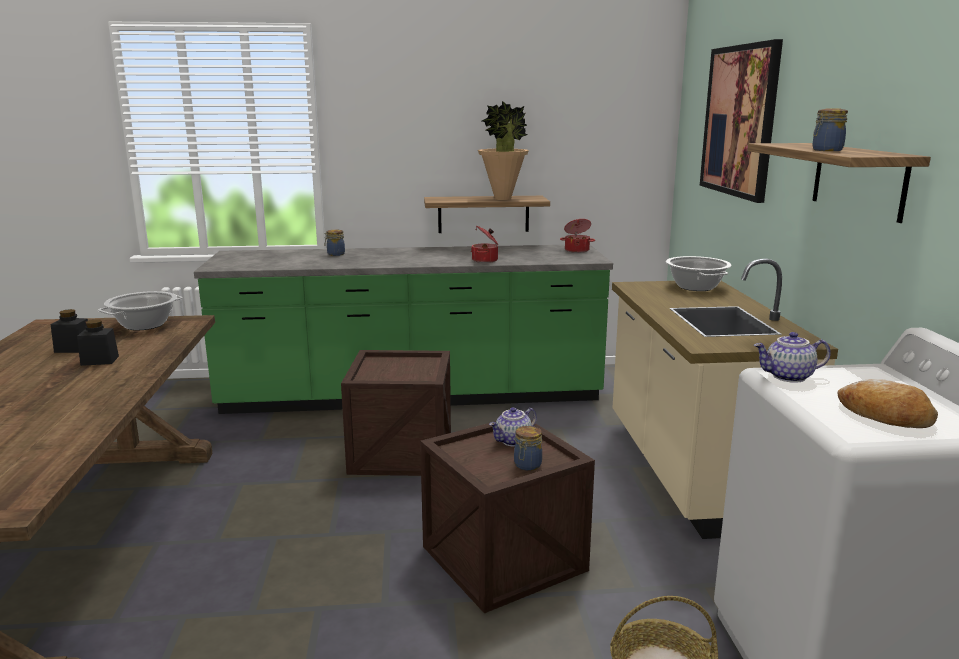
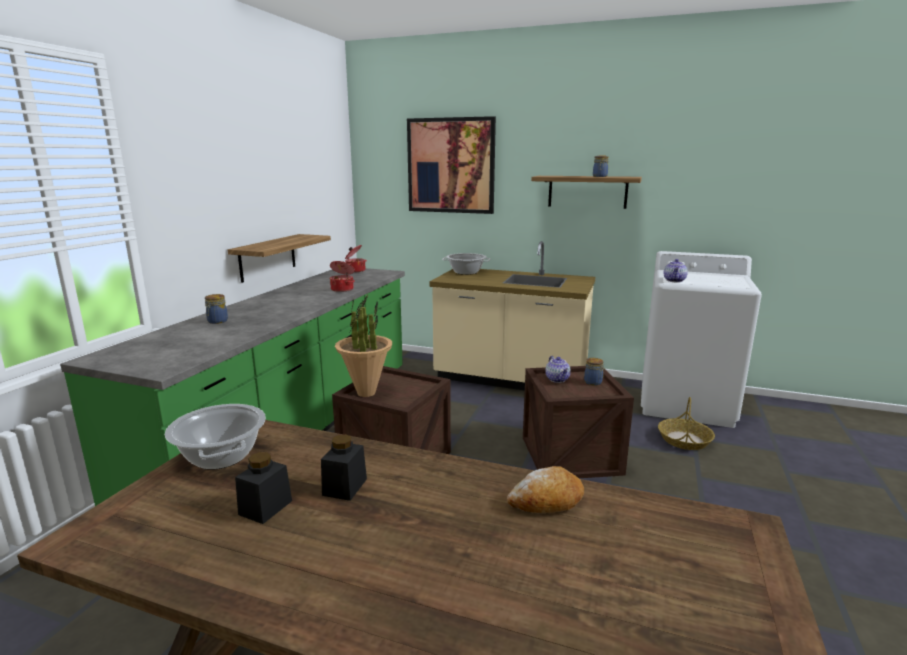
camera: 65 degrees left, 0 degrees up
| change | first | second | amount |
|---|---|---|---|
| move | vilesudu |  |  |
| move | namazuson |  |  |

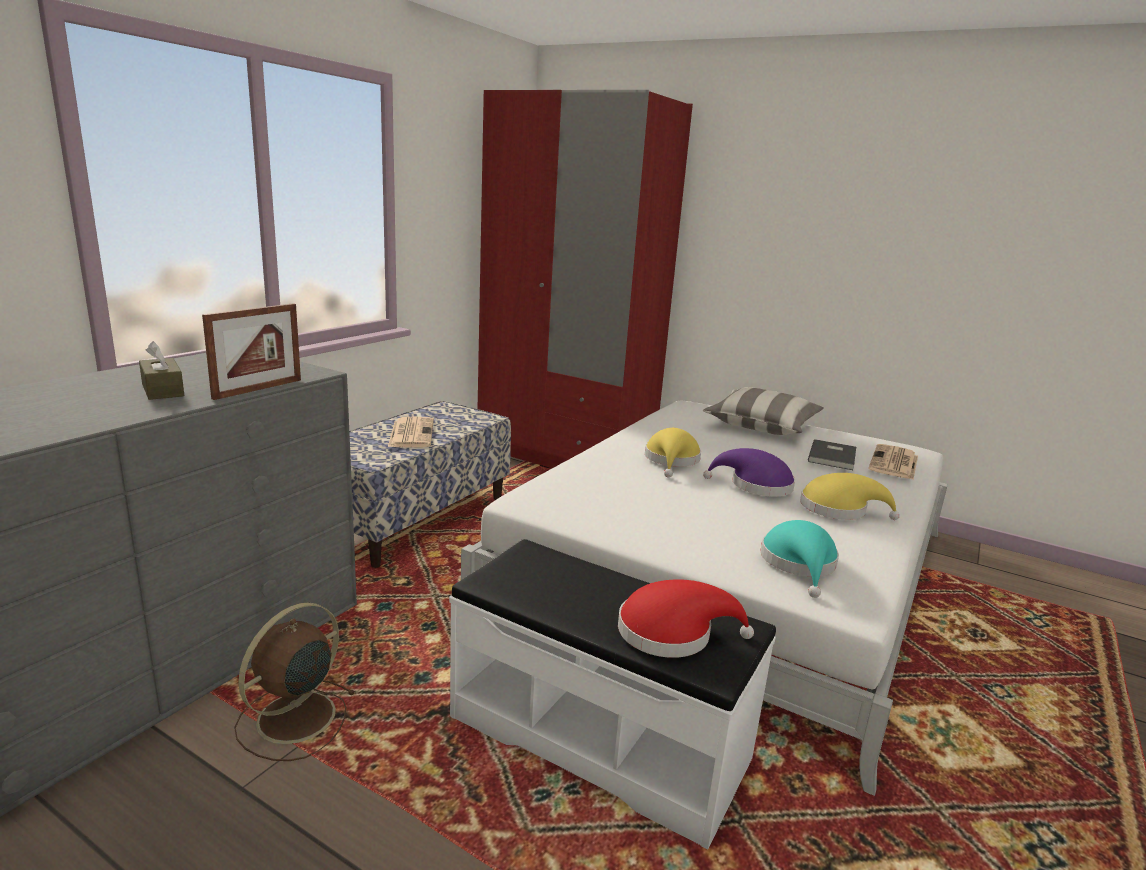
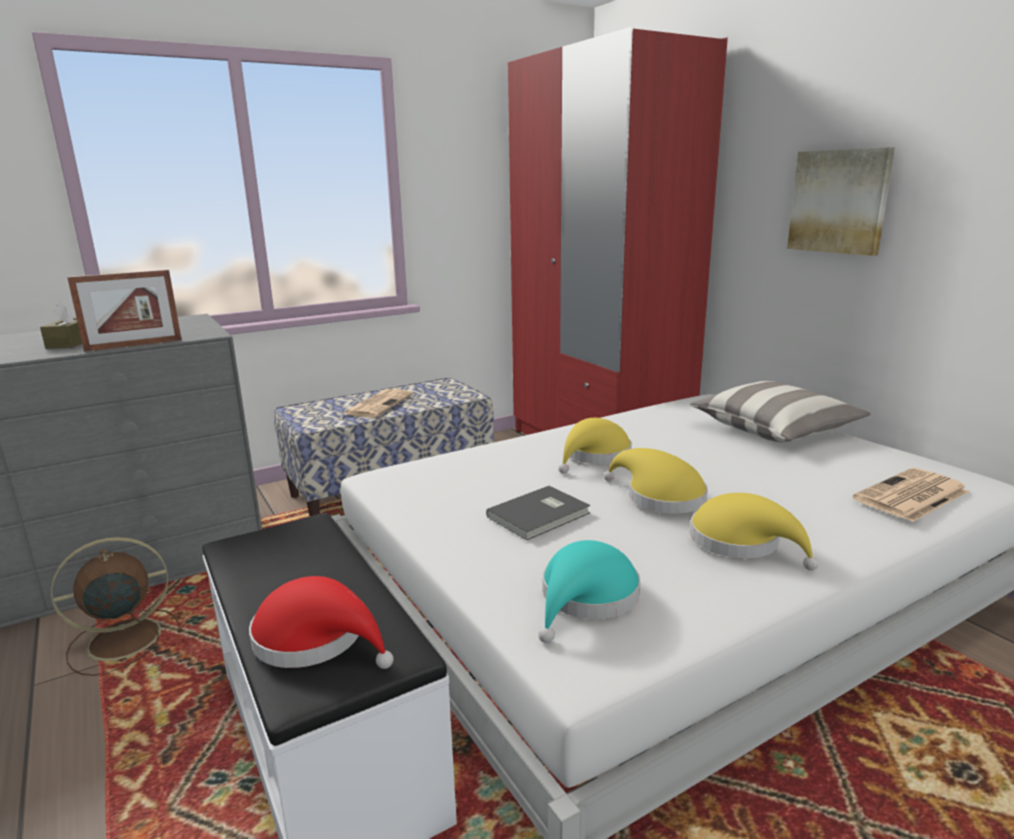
camera: 30 degrees right, 0 degrees up
| change | first | second | amount |
|---|---|---|---|
| move | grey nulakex |  |  |
| recolor | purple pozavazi | yellow pozavazi (2nd from left) |  |
| insert |  | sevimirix |  |

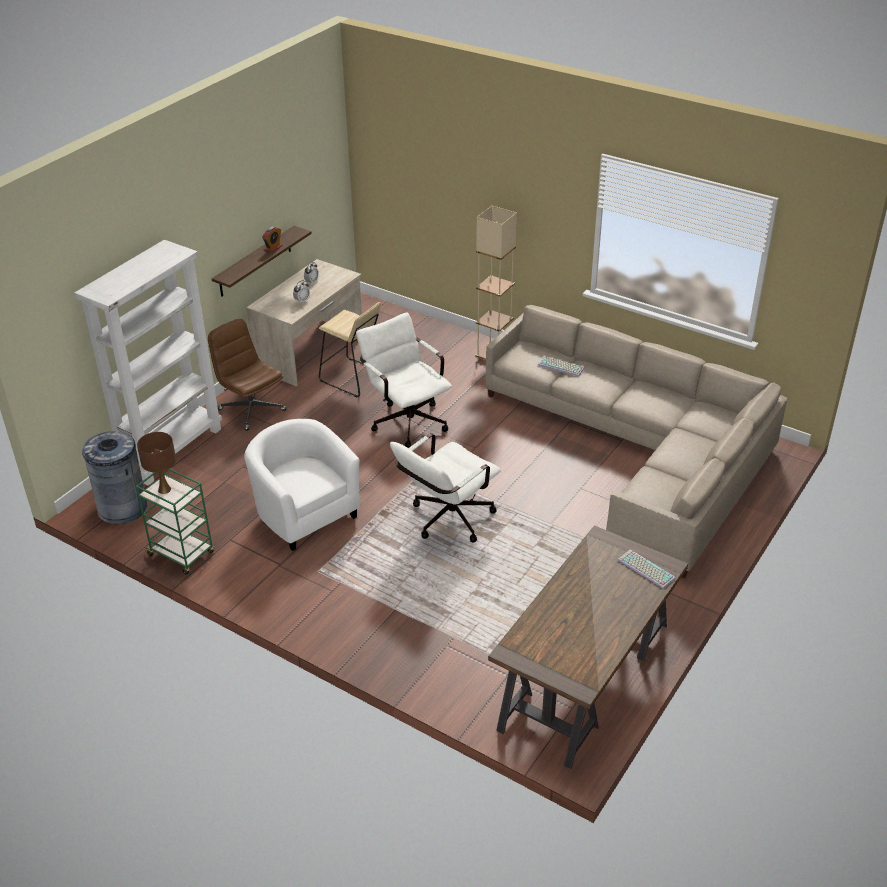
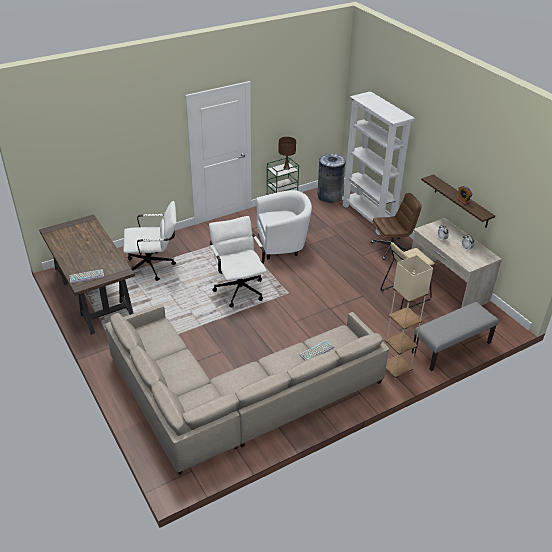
camera: 115 degrees right, 0 degrees up
| change | first | second | amount |
|---|---|---|---|
| move | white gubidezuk (1st from left) |  |  |
| insert |  | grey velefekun |  |

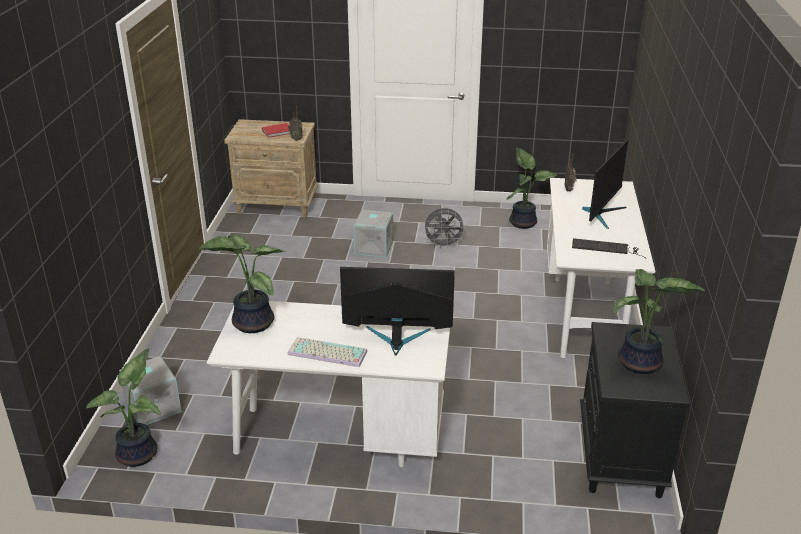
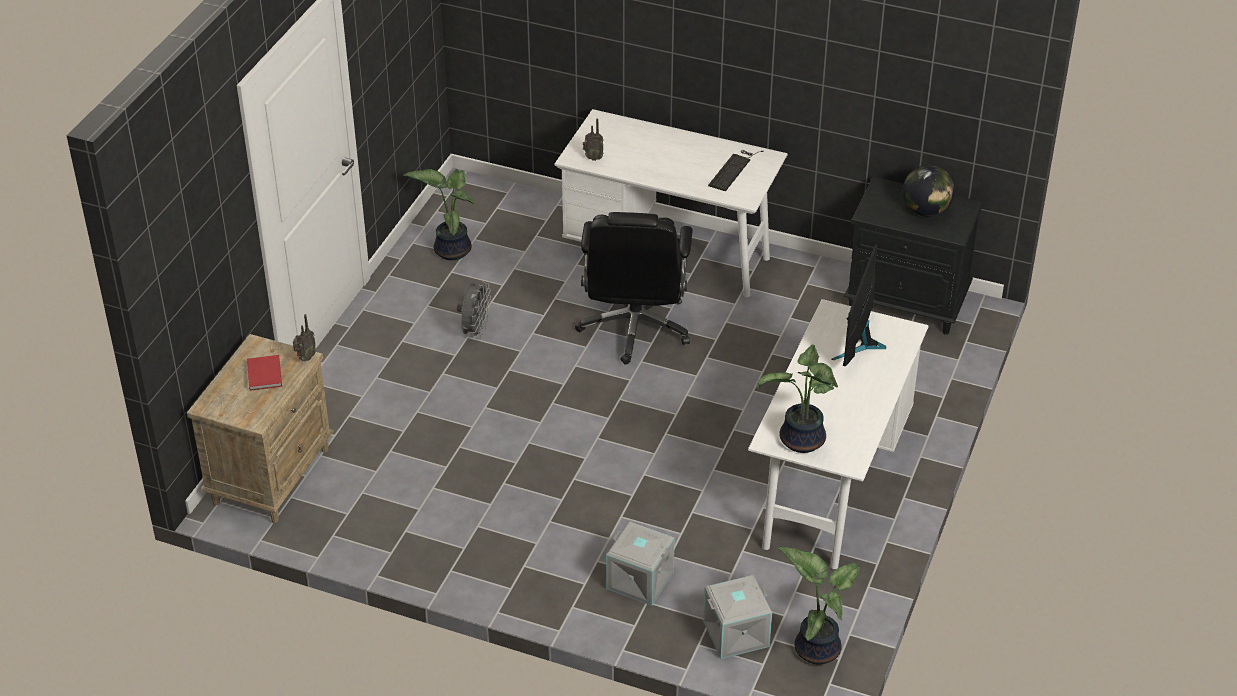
camera: 75 degrees left, 10 degrees up
| change | first | second | amount |
|---|---|---|---|
| delete | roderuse (2nd from left) |  |  |
| move | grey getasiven (2nd from left in the first image) | grey getasiven (1st from left) |  |
| replace | vilesudu (4th from left) | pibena |  |
| delete | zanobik (1st from left) |  |  |
| insert |  | black gubidezuk |  |

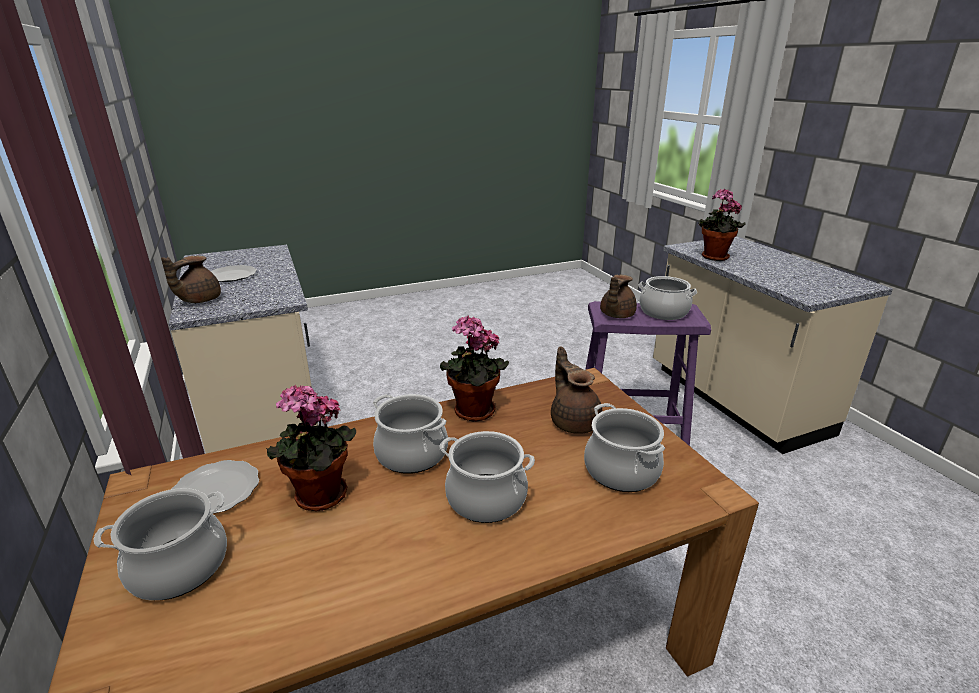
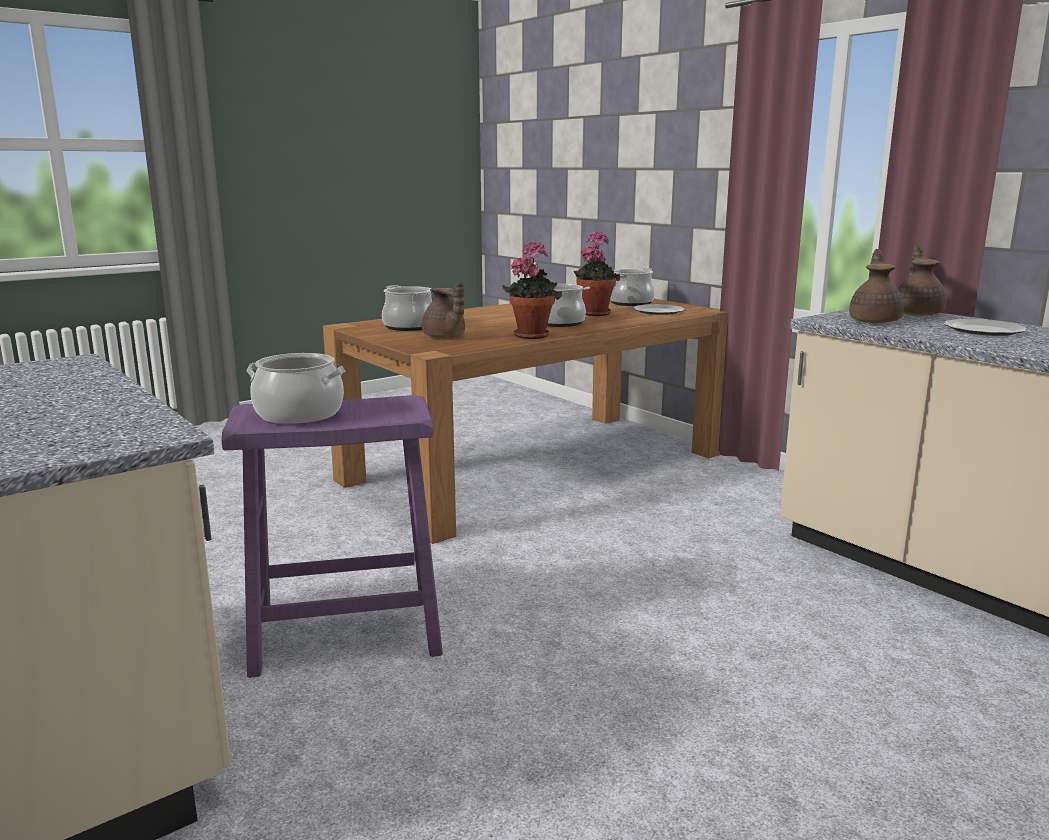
camera: 165 degrees right, 10 degrees down
| change | first | second | amount |
|---|---|---|---|
| delete | vilesudu (3rd from left) |  |  |
| move | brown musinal (3rd from left in the first image) | brown musinal (2nd from left) |  |
| delete | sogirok (3rd from left) |  |  |

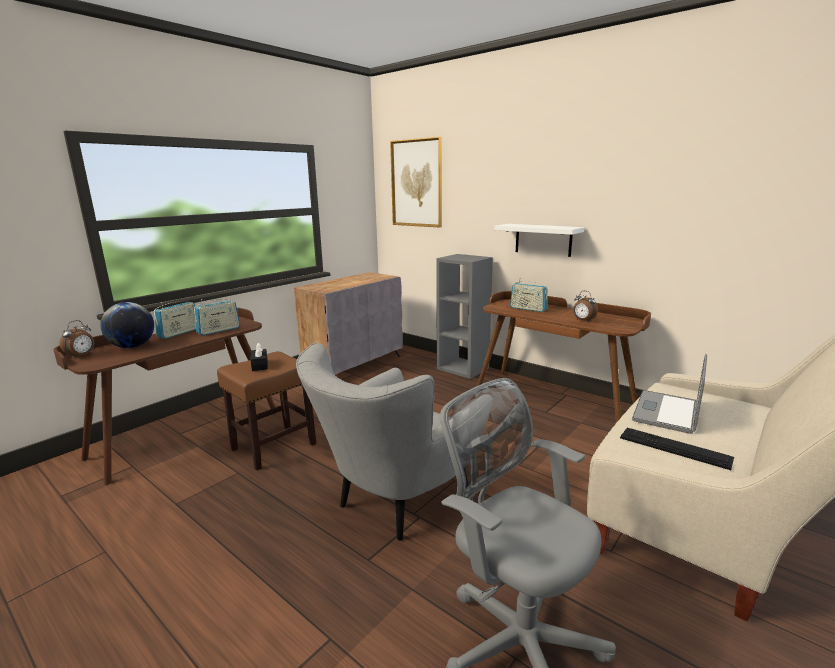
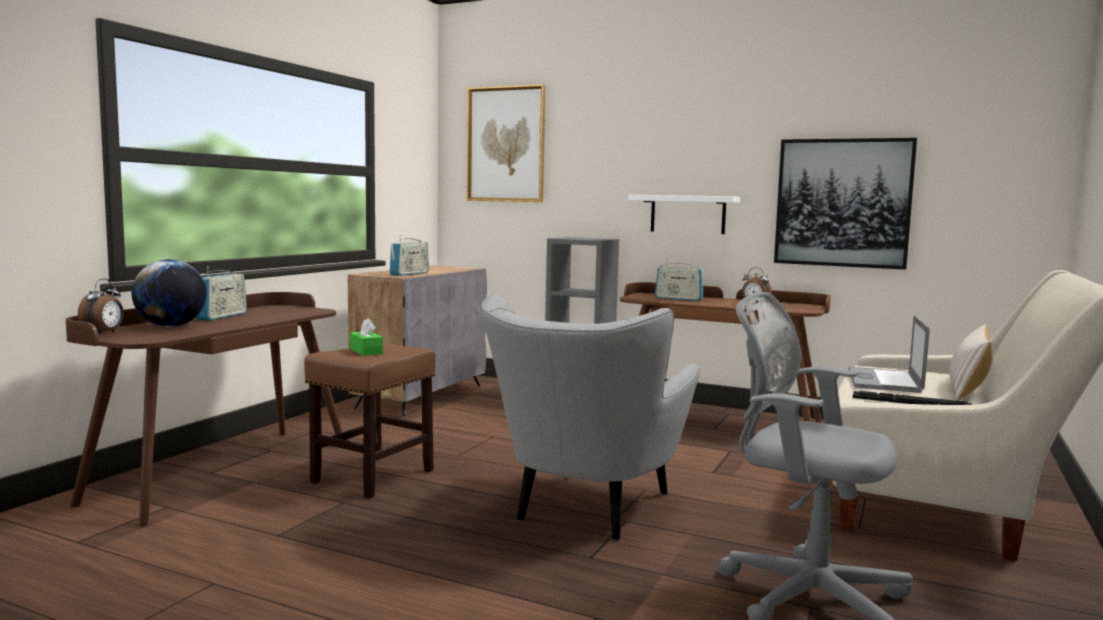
camera: 15 degrees left, 10 degrees down
| change | first | second | amount |
|---|---|---|---|
| move | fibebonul (2nd from left) |  |  |
| recolor | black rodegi | green rodegi |  |
| insert |  | sevimirix (2nd from left) |  |
| insert |  | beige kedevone |  |

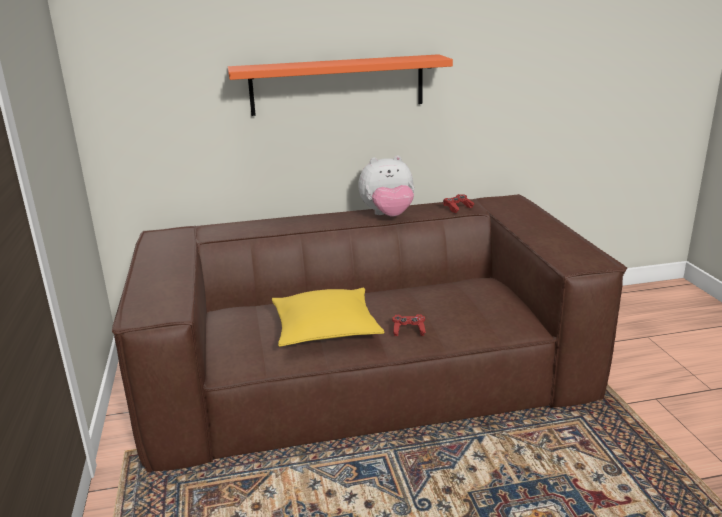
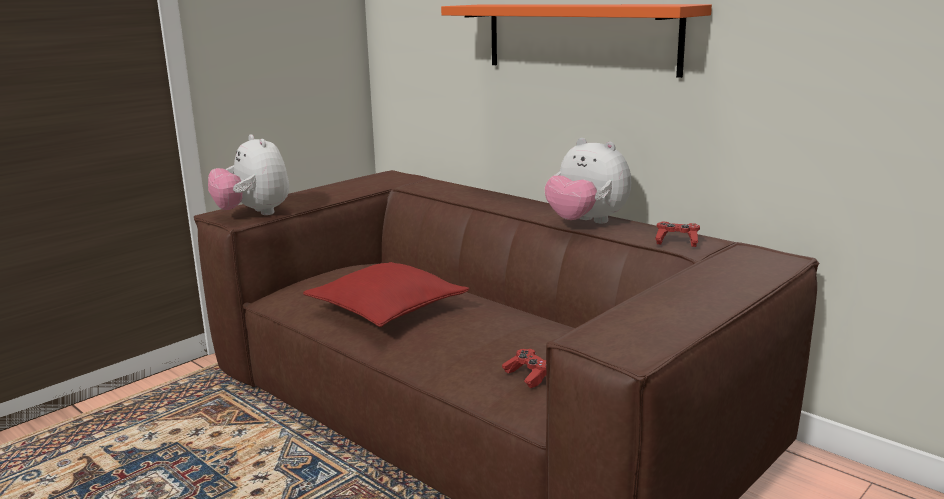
camera: 55 degrees right, 5 degrees down
| change | first | second | amount |
|---|---|---|---|
| recolor | yellow kedevone | red kedevone |  |
| move | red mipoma (1st from left) |  |  |
| insert |  | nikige (1st from left) |  |

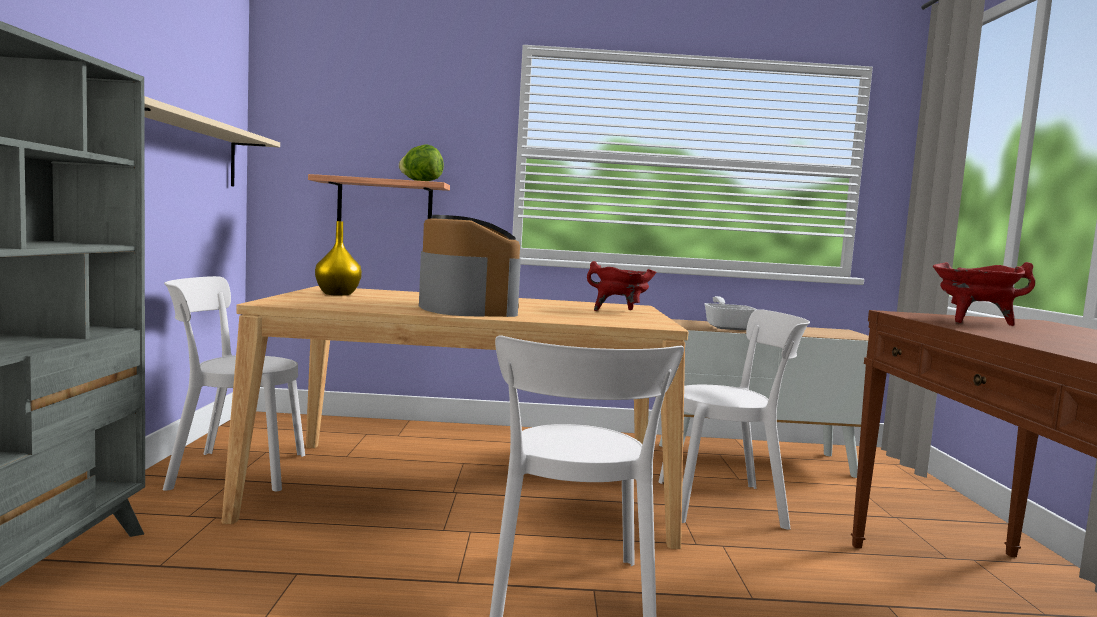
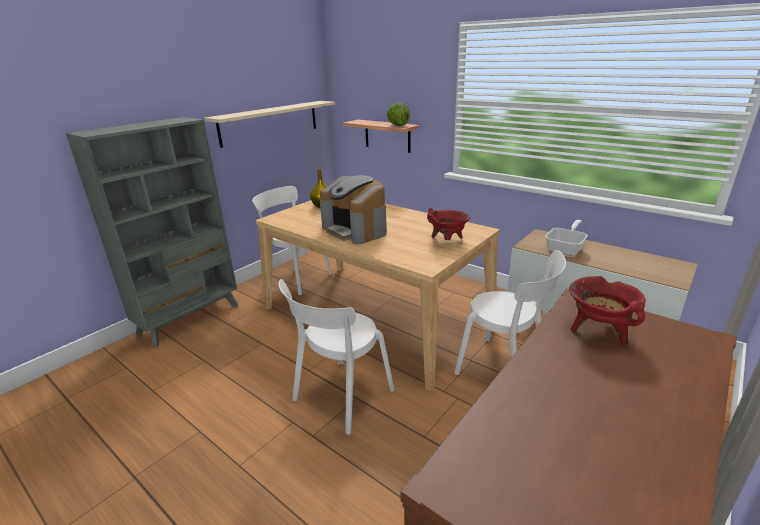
camera: 40 degrees right, 20 degrees up
| change | first | second | amount |
|---|---|---|---|
| rotate | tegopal |  | 120 degrees clockwise |

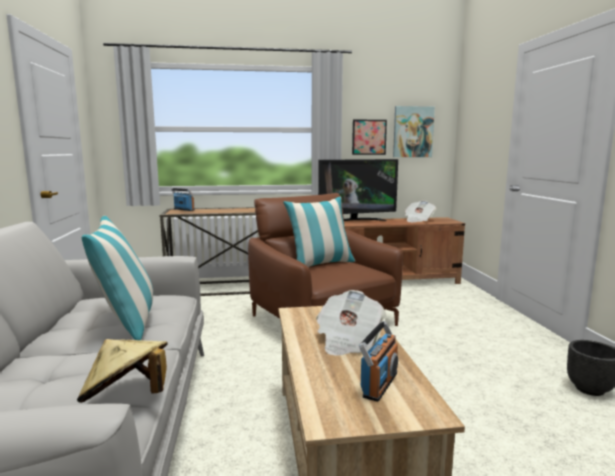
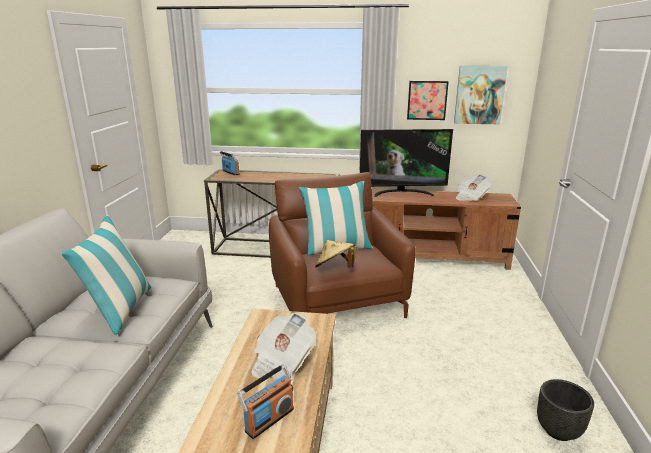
camera: 15 degrees right, 10 degrees up
| change | first | second | amount |
|---|---|---|---|
| move | beige pozavazi |  |  |

